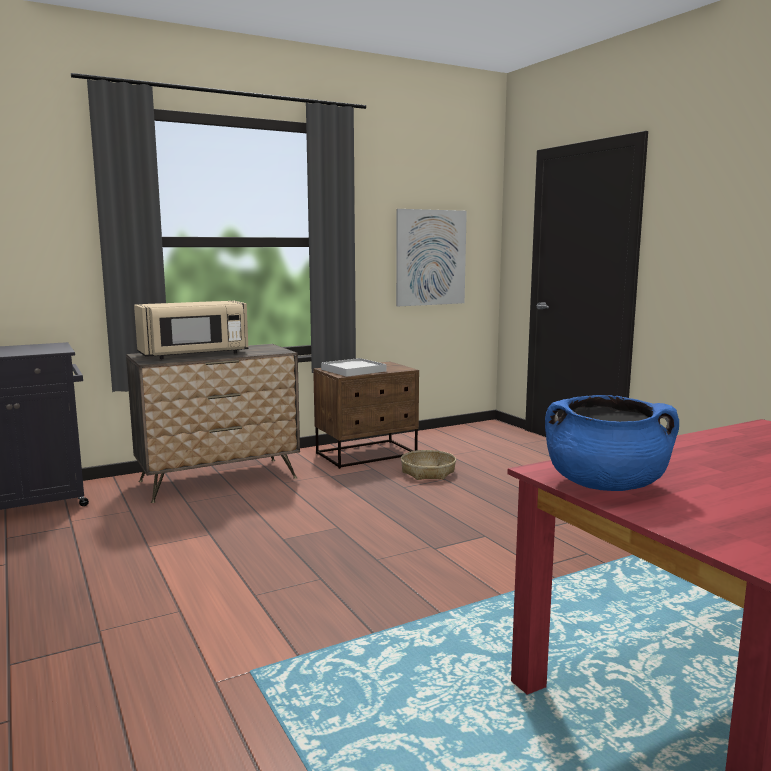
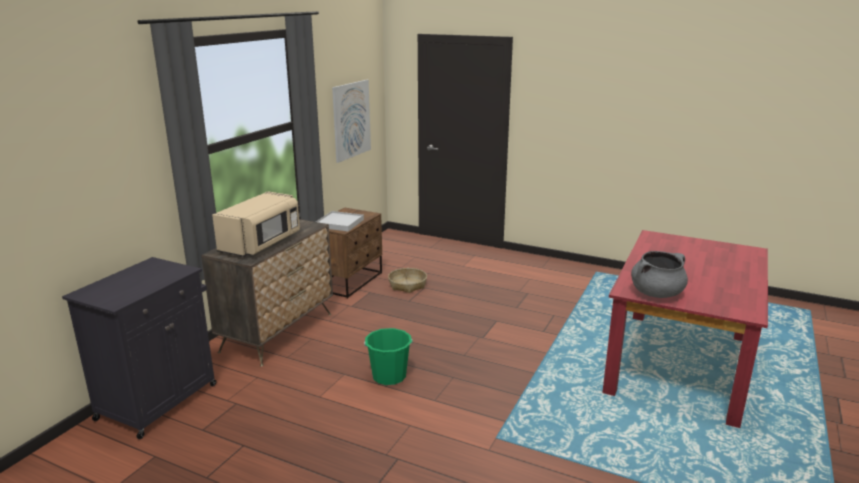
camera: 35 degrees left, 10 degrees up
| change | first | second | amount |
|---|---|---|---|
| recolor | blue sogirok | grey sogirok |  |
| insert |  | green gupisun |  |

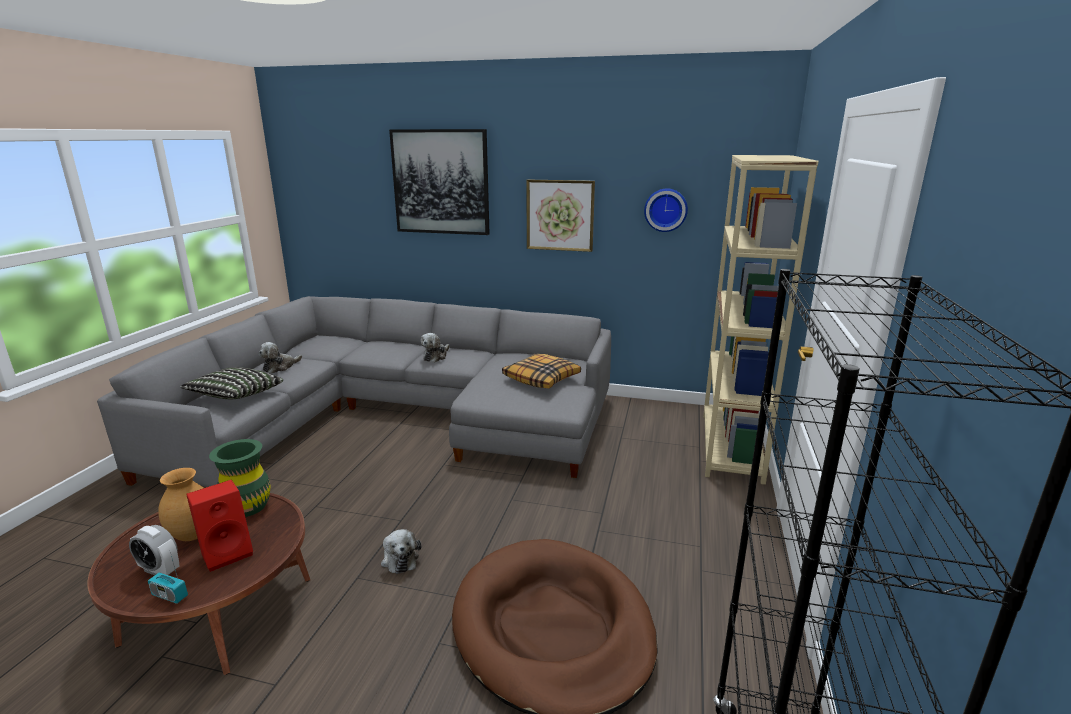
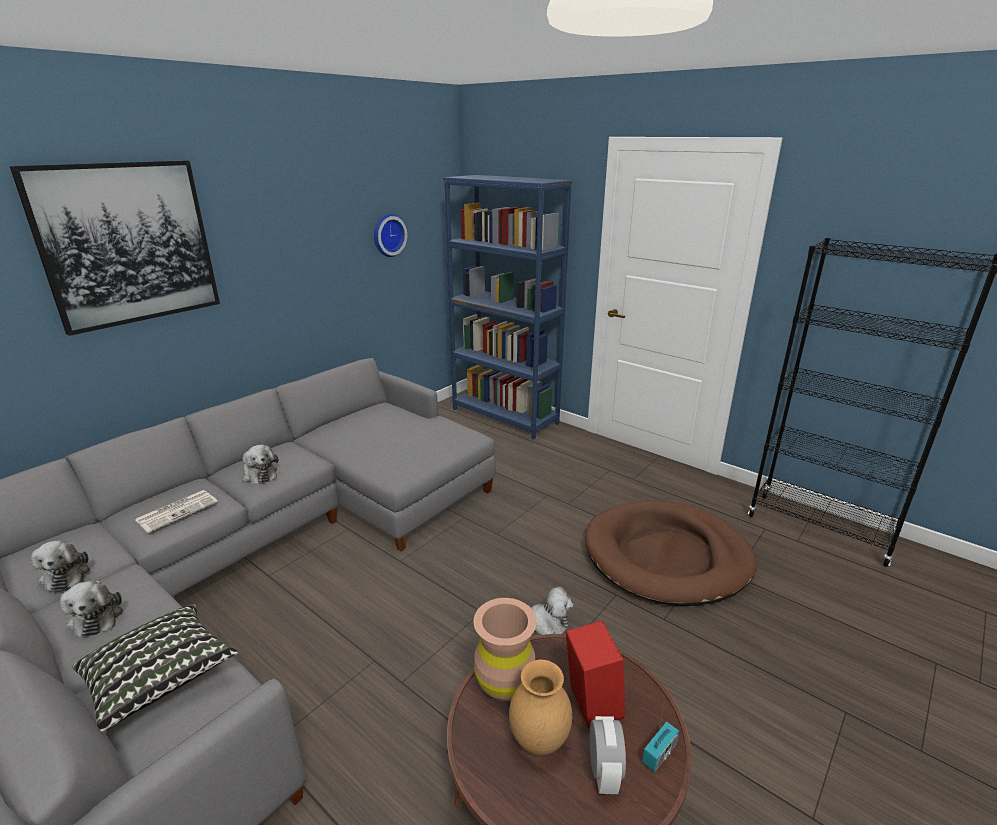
camera: 65 degrees left, 5 degrees up
| change | first | second | amount |
|---|---|---|---|
| recolor | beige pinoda | blue pinoda |  |
| delete | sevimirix (2nd from left) |  |  |
| delete | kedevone (2nd from left) |  |  |
| recolor | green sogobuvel | brown sogobuvel (1st from left) |  |
| rotate | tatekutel |  | 45 degrees counterclockwise |
| insert |  | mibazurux |  |
| insert |  | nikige (1st from left) |  |

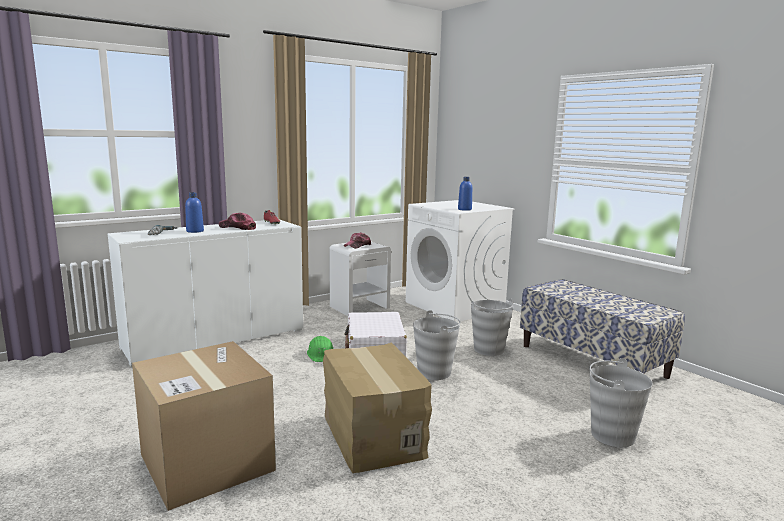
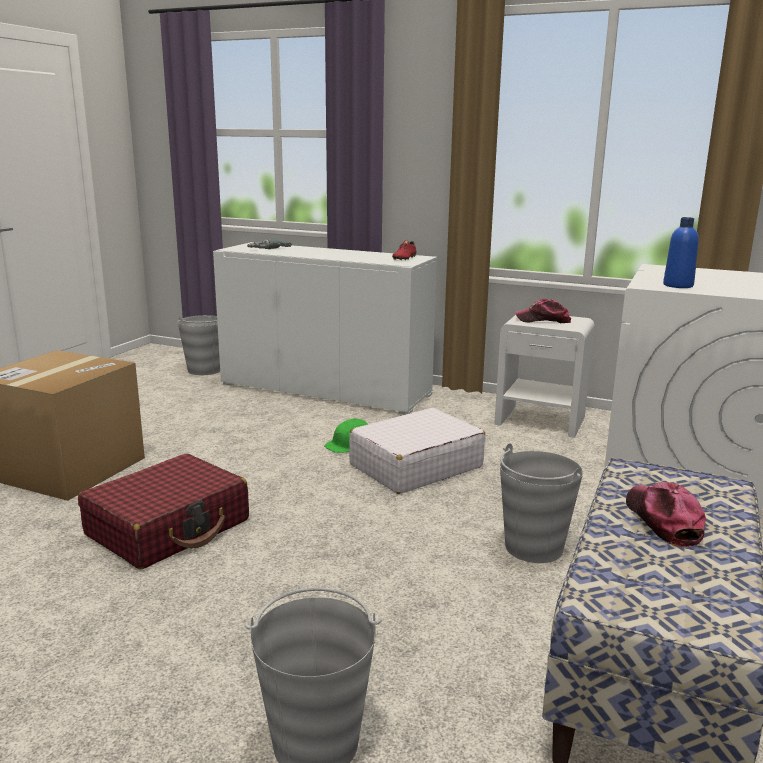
camera: 60 degrees right, 5 degrees up
| change | first | second | amount |
|---|---|---|---|
| delete | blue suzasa (1st from left) |  |  |
| move | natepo (1st from left in the first image) | natepo (2nd from left) |  |
| move | grey gupisun (1st from left) |  |  |
| replace | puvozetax (2nd from left) | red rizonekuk |  |

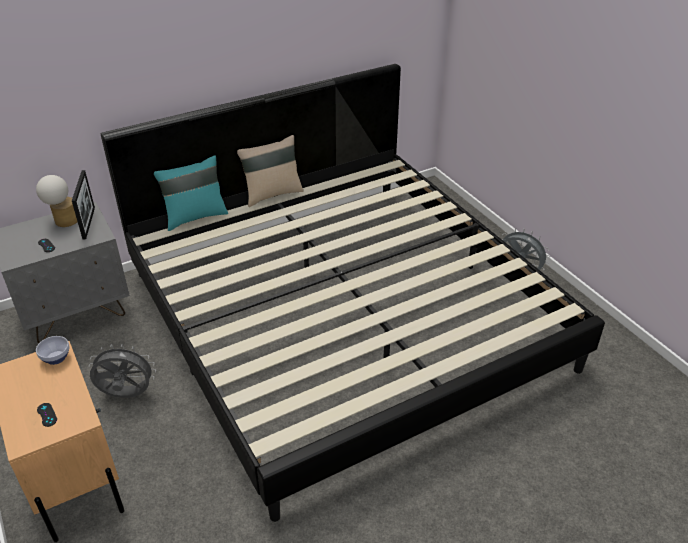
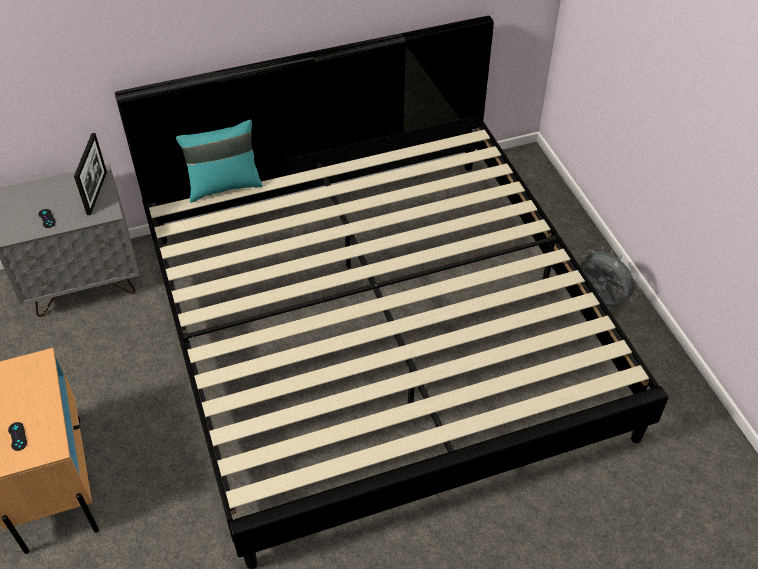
camera: 10 degrees right, 10 degrees up
| change | first | second | amount |
|---|---|---|---|
| delete | beige kedevone |  |  |
| delete | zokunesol |  |  |
| delete | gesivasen |  |  |
| delete | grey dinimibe (1st from left) |  |  |

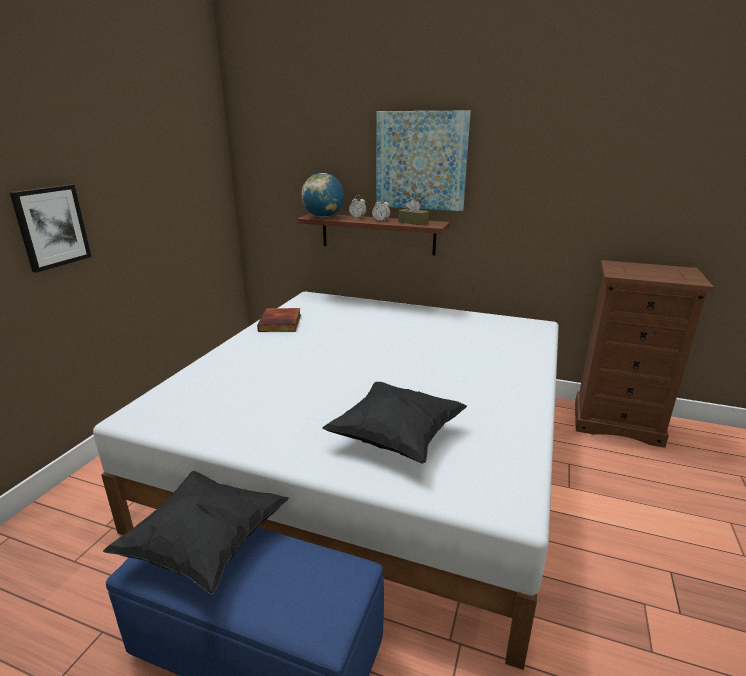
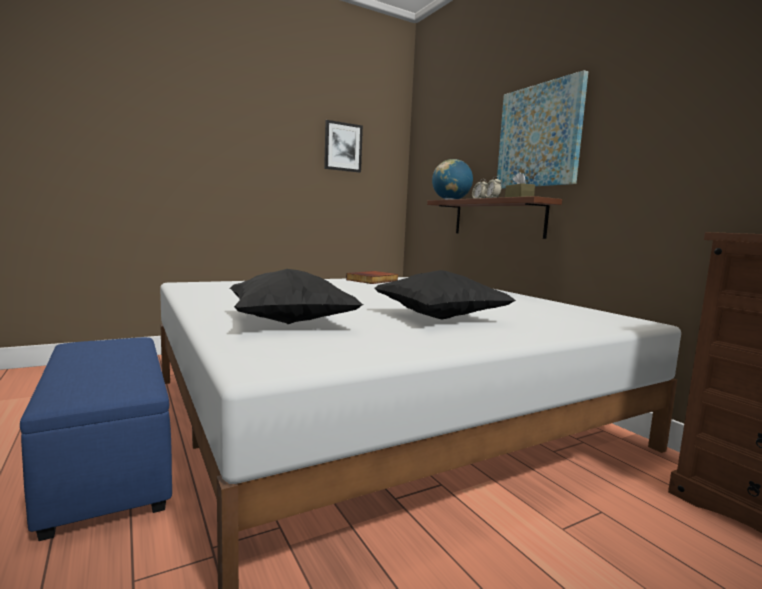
camera: 40 degrees right, 15 degrees down
| change | first | second | amount |
|---|---|---|---|
| move | sevimirix (1st from left) |  |  |
| move | black kedevone (1st from left in the first image) | black kedevone (2nd from left) |  |

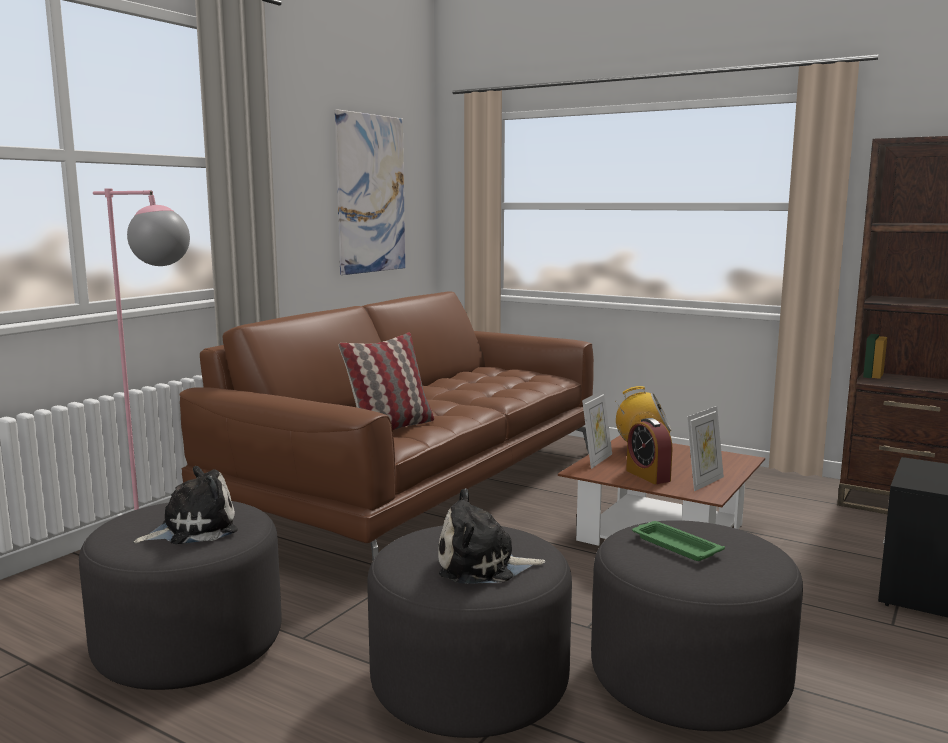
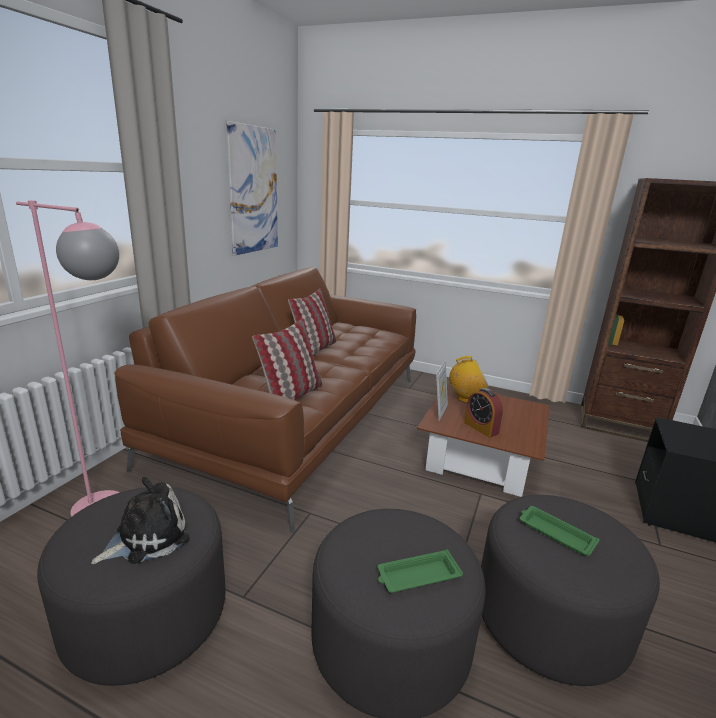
camera: 10 degrees left, 10 degrees up
| change | first | second | amount |
|---|---|---|---|
| delete | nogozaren (2nd from left) |  |  |
| replace | nikige (2nd from left) | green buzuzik (1st from left) |  |
| insert |  | kedevone (2nd from left) |  |

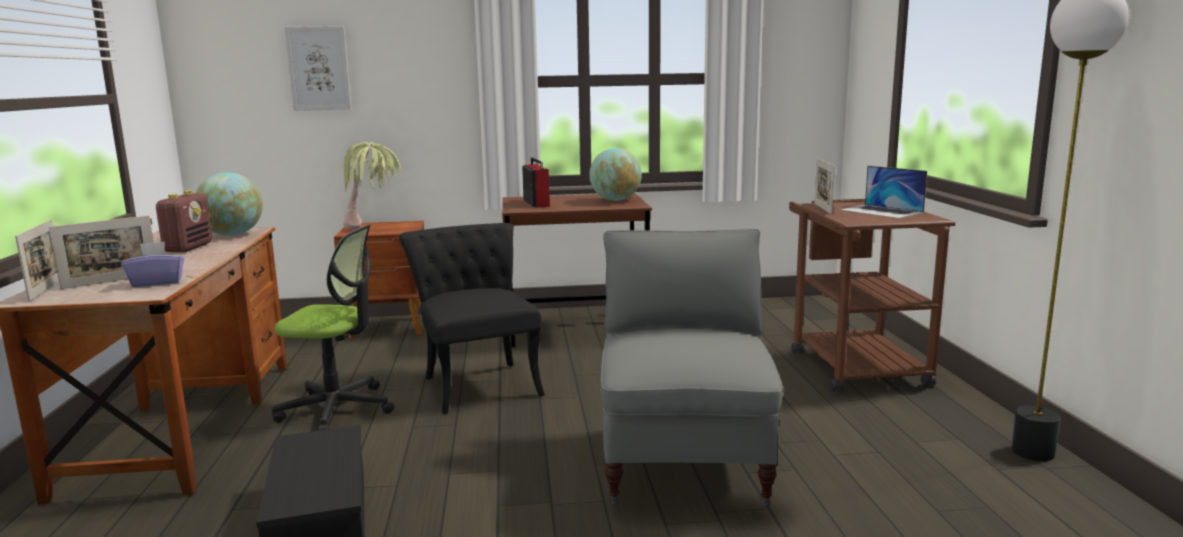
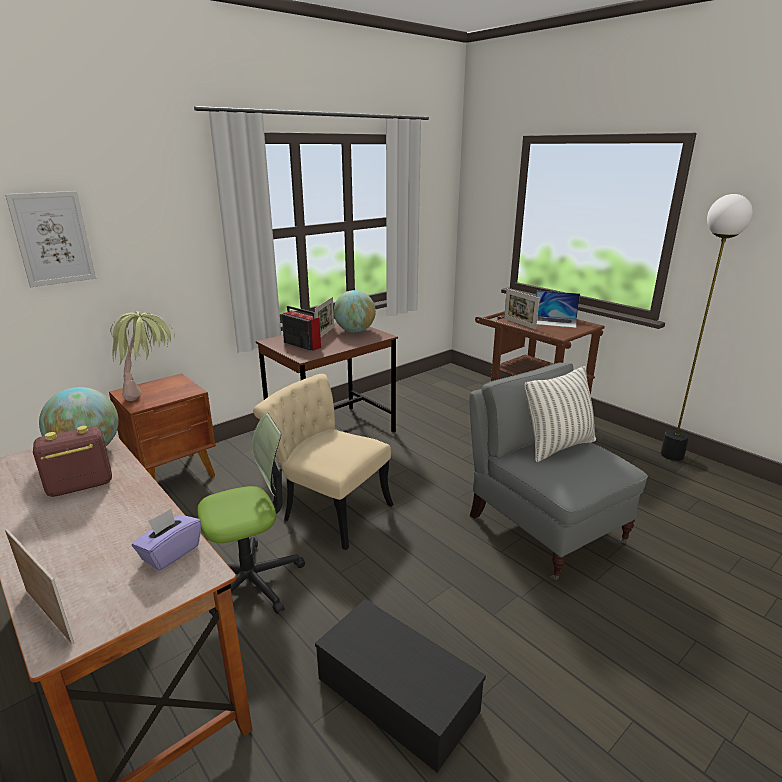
camera: 35 degrees left, 10 degrees up
| change | first | second | amount |
|---|---|---|---|
| rotate | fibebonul (1st from left) |  | 90 degrees counterclockwise |
| move | nogozaren (2nd from left) |  |  |
| recolor | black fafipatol | beige fafipatol |  |
| insert |  | kedevone |  |

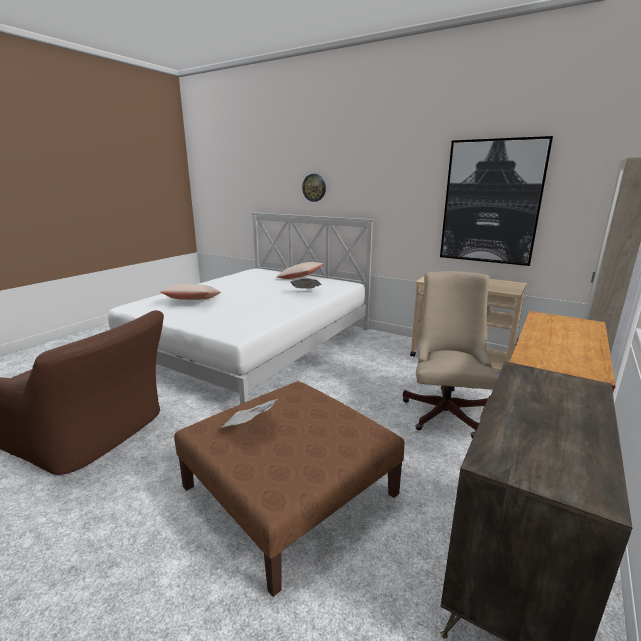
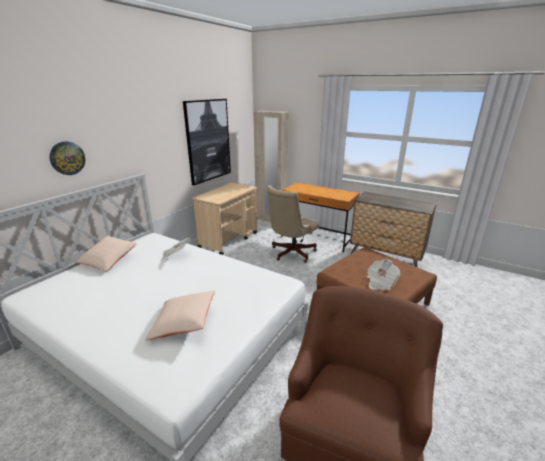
camera: 90 degrees left, 5 degrees up
| change | first | second | amount |
|---|---|---|---|
| rotate | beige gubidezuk |  | 60 degrees counterclockwise |

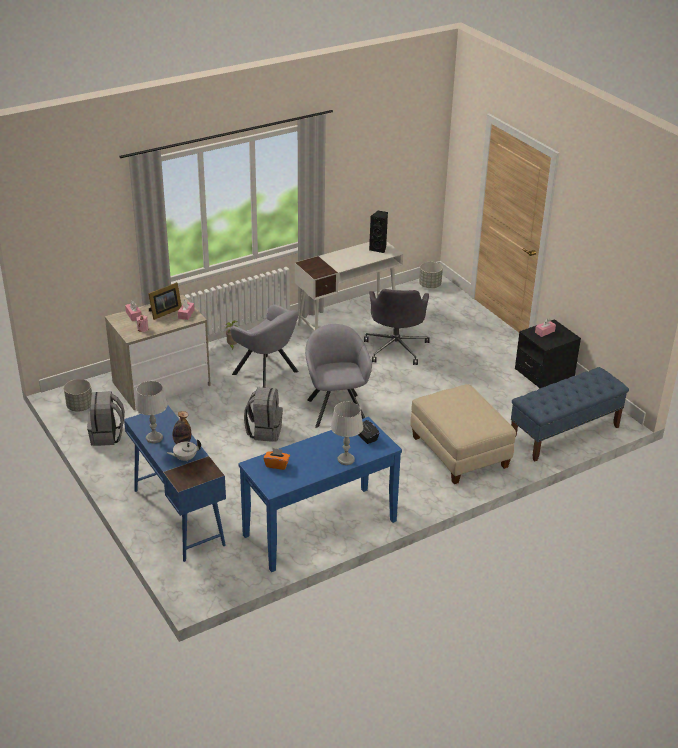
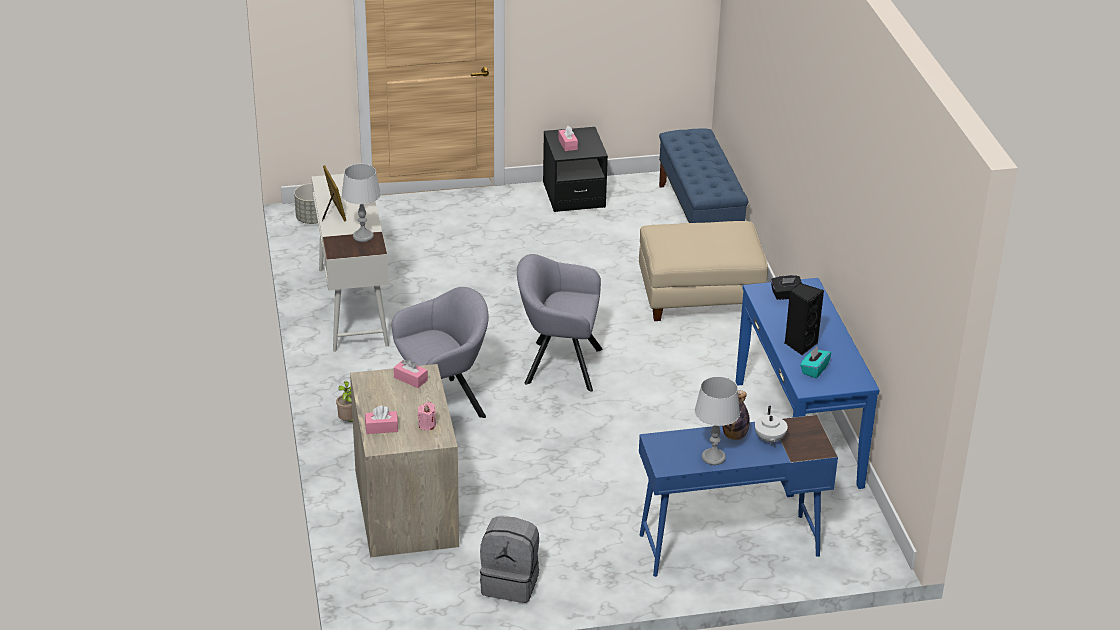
camera: 70 degrees left, 0 degrees up
| change | first | second | amount |
|---|---|---|---|
| move | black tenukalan |  |  |
| move | nogozaren |  |  |
| delete | grey gubidezuk |  |  |
| delete | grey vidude (1st from left) |  |  |
| delete | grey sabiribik (2nd from left) |  |  |
| move | grey zokunesol (2nd from left in the first image) | grey zokunesol (1st from left) |  |
| recolor | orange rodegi | turquoise rodegi |  |

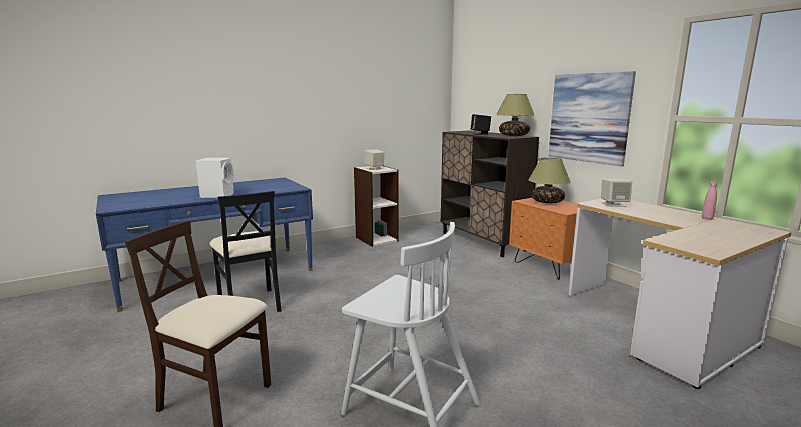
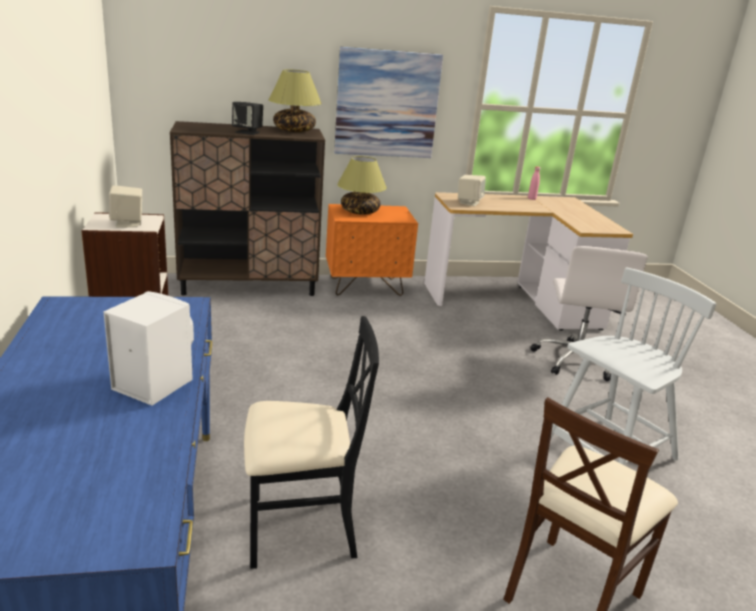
camera: 70 degrees left, 10 degrees up
| change | first | second | amount |
|---|---|---|---|
| insert |  | white gubidezuk |  |

